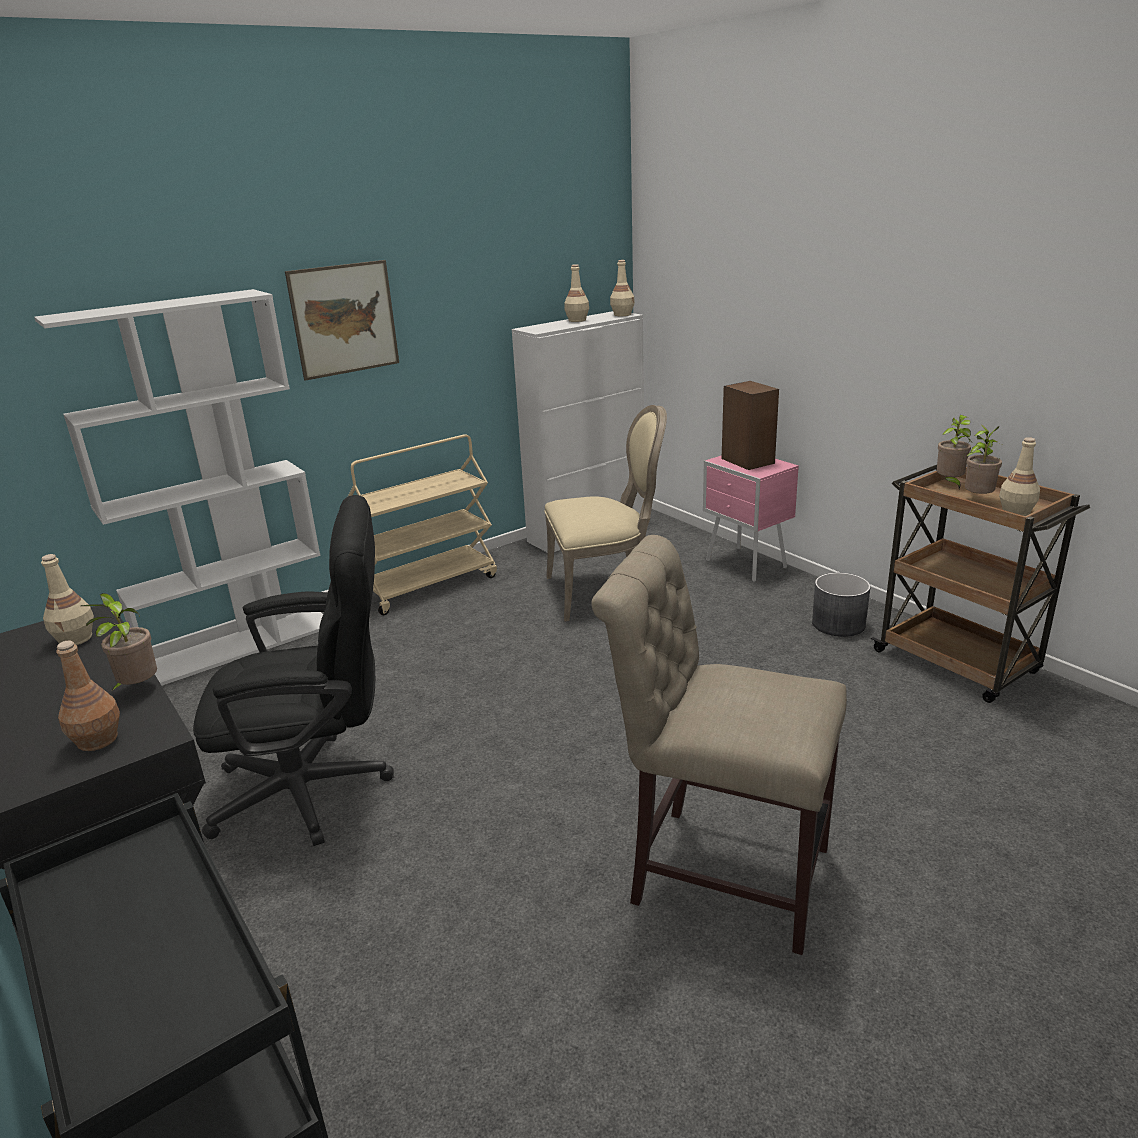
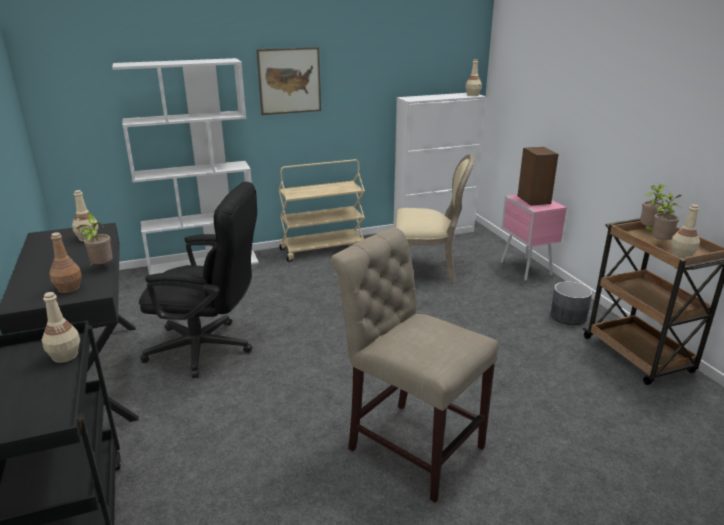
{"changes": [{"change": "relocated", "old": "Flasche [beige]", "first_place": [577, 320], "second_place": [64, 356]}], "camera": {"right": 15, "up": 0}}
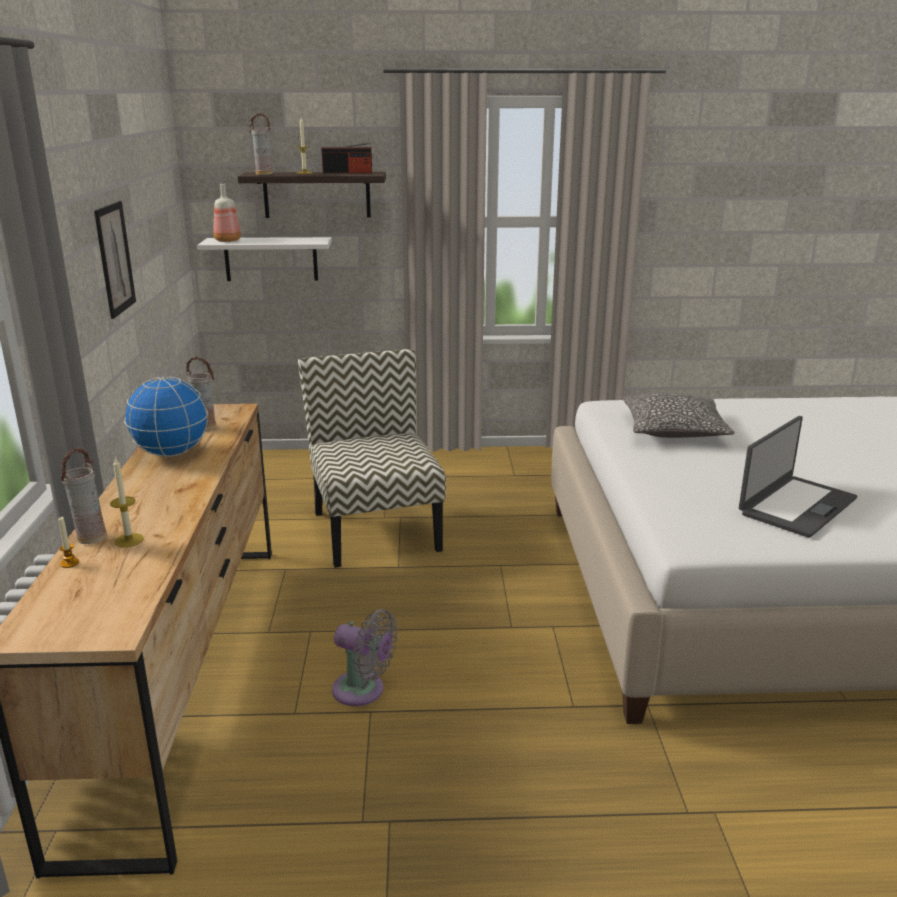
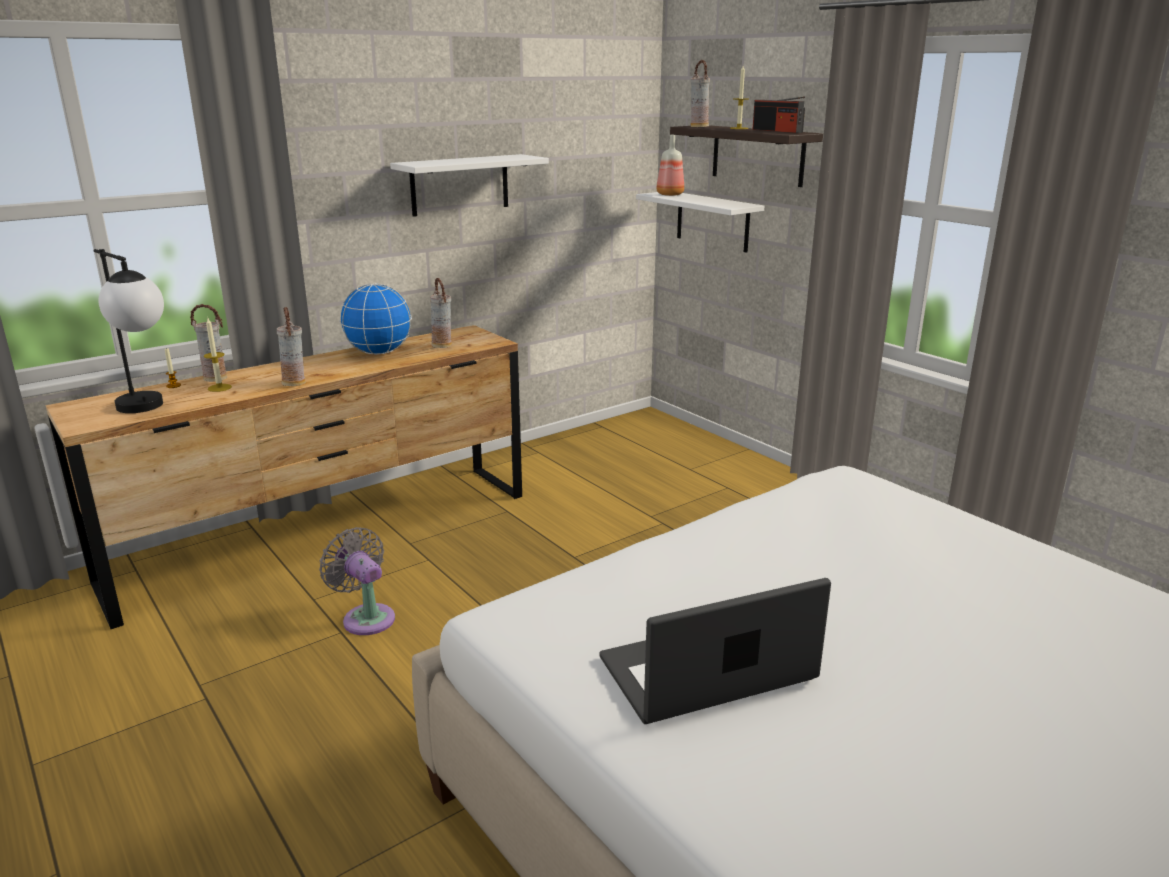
{"changes": [{"change": "exchanged", "old": "Bild", "new": "Wandregal [weiß]", "first_place": [114, 258], "second_place": [460, 185]}, {"change": "missing", "old": "Stuhl", "first_place": [375, 530]}, {"change": "missing", "old": "Kissen", "first_place": [673, 430]}, {"change": "spun", "old": "Laptop", "first_place": [796, 506], "second_place": [708, 672], "degrees": 150}, {"change": "spun", "old": "Ventilator [grau]", "first_place": [363, 691], "second_place": [366, 617], "degrees": 150}, {"change": "appeared", "new": "Tischlampe", "second_place": [148, 409]}, {"change": "appeared", "new": "Vase", "second_place": [295, 383]}], "camera": {"right": 55, "up": 0}}
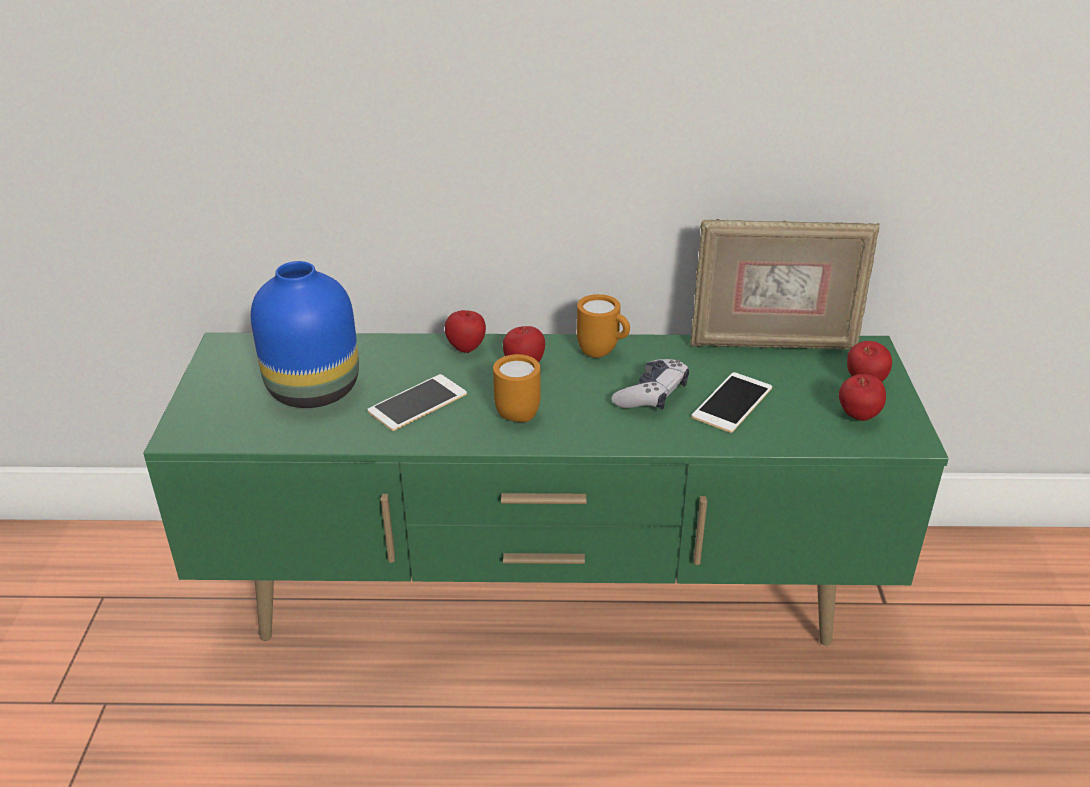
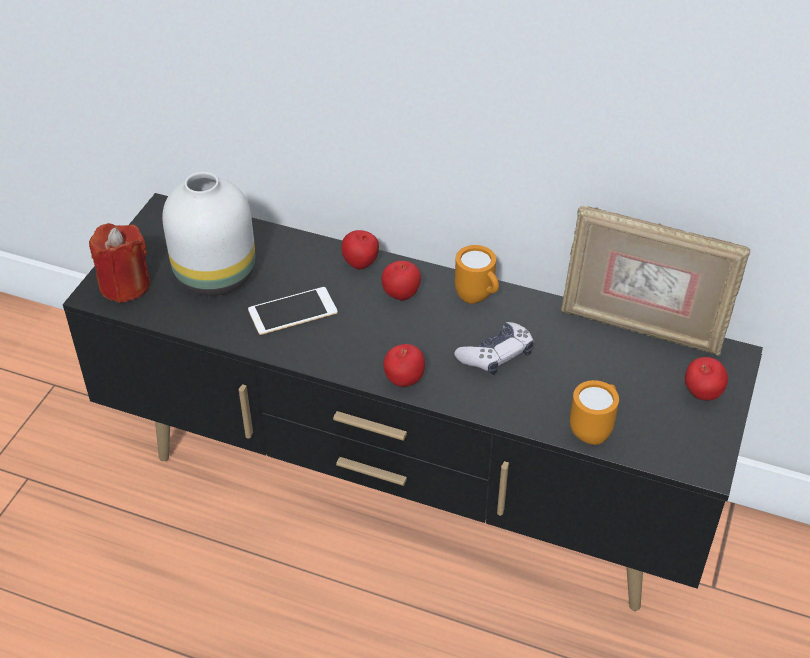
{"changes": [{"change": "colour", "old": "Vase [blau]", "new": "Vase [weiß]", "first_place": [311, 389], "second_place": [214, 274]}, {"change": "colour", "old": "Fernsehschrank [grün]", "new": "Fernsehschrank [schwarz]", "first_place": [547, 597], "second_place": [407, 490]}, {"change": "relocated", "old": "Henkelbecher [orange]", "first_place": [520, 411], "second_place": [593, 430]}, {"change": "missing", "old": "Handy", "first_place": [732, 402]}, {"change": "relocated", "old": "Apfel", "first_place": [857, 417], "second_place": [404, 381]}, {"change": "appeared", "new": "Kerze [rot]", "second_place": [125, 285]}], "camera": {"right": 20, "up": 10}}
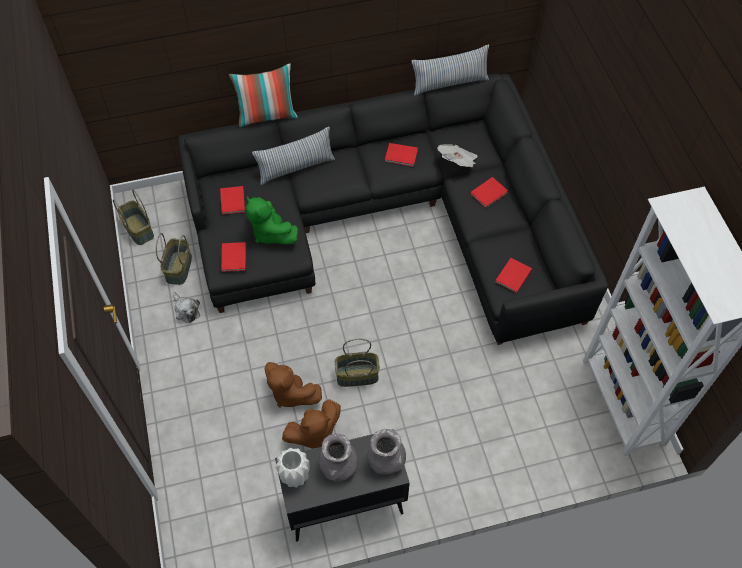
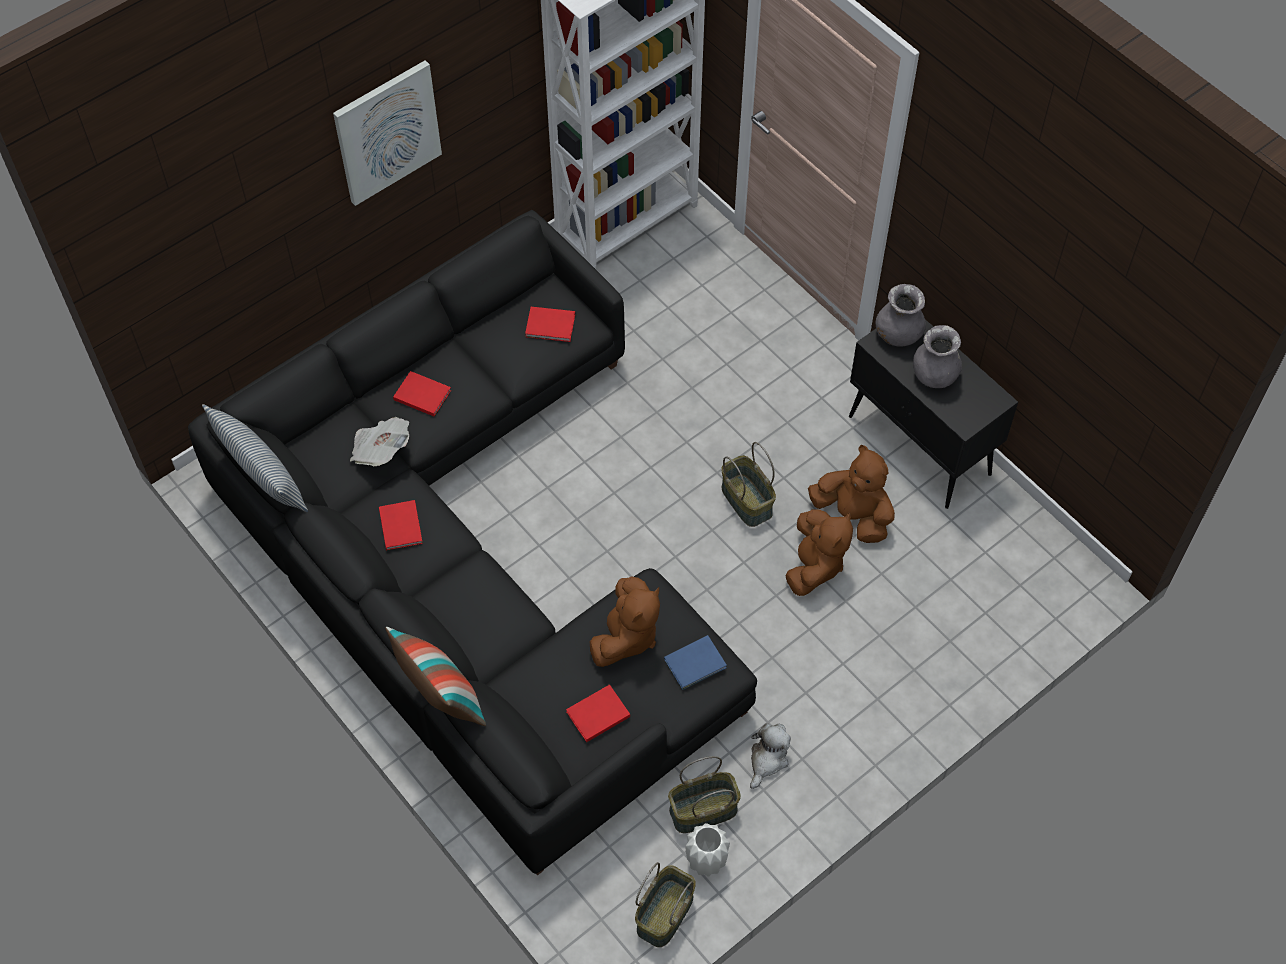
{"changes": [{"change": "missing", "old": "Kissen", "first_place": [296, 167]}, {"change": "colour", "old": "Plüschtier [grün]", "new": "Plüschtier [braun]", "first_place": [271, 232], "second_place": [626, 636]}, {"change": "colour", "old": "Buch [rot]", "new": "Buch [blau]", "first_place": [233, 258], "second_place": [697, 663]}, {"change": "relocated", "old": "Vase [weiß]", "first_place": [295, 476], "second_place": [706, 861]}, {"change": "appeared", "new": "Bild", "second_place": [387, 132]}], "camera": {"right": -115, "up": 0}}
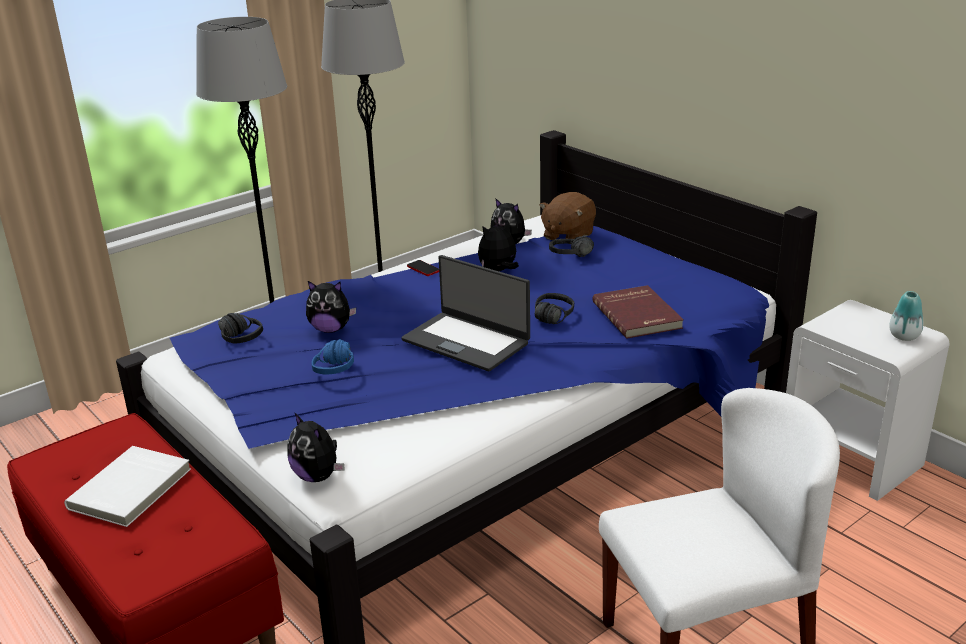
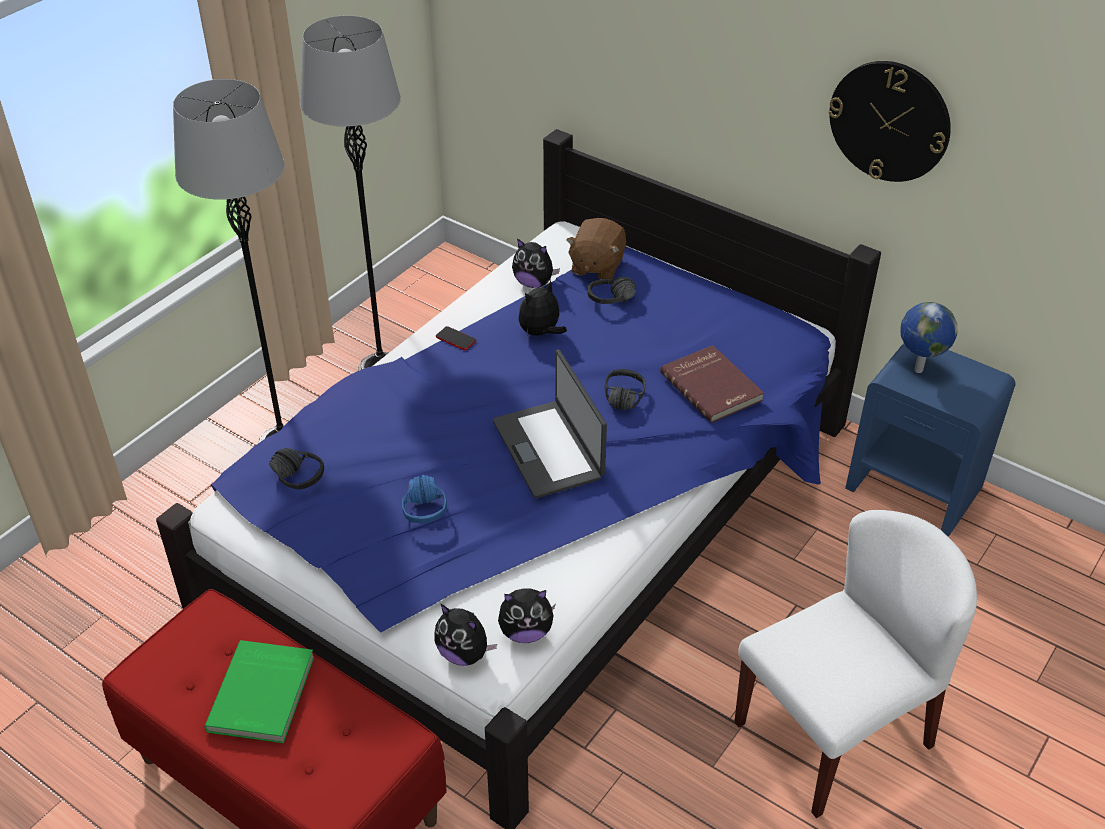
{"changes": [{"change": "spun", "old": "Laptop", "first_place": [466, 341], "second_place": [549, 449], "degrees": 45}, {"change": "relocated", "old": "Plüschtier", "first_place": [331, 329], "second_place": [525, 632]}, {"change": "missing", "old": "Vase", "first_place": [904, 336]}, {"change": "colour", "old": "Nachttisch [weiß]", "new": "Nachttisch [blau]", "first_place": [851, 458], "second_place": [915, 487]}, {"change": "colour", "old": "Buch [weiß]", "new": "Buch [grün]", "first_place": [132, 489], "second_place": [264, 694]}, {"change": "appeared", "new": "Wanduhr", "second_place": [889, 121]}, {"change": "appeared", "new": "Globus", "second_place": [917, 370]}], "camera": {"right": -15, "up": 15}}
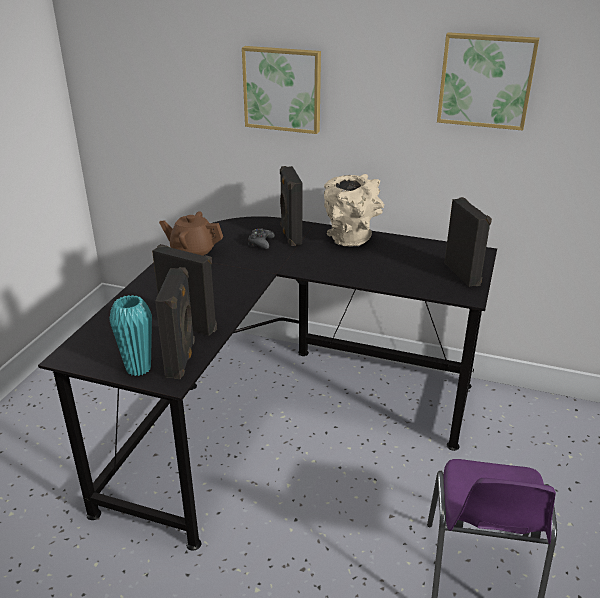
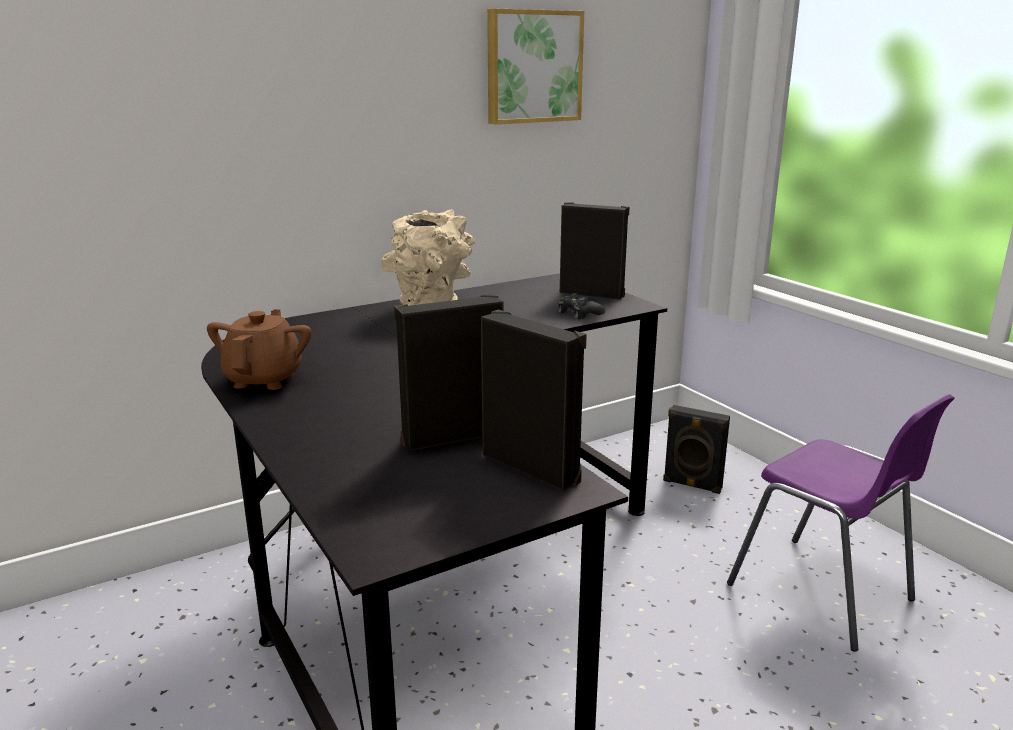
{"changes": [{"change": "missing", "old": "Bild", "first_place": [283, 89]}, {"change": "relocated", "old": "Lautsprecher [schwarz]", "first_place": [290, 235], "second_place": [692, 485]}, {"change": "spun", "old": "Teekanne [braun]", "first_place": [193, 252], "second_place": [265, 379], "degrees": 135}, {"change": "relocated", "old": "Gamepad [schwarz]", "first_place": [261, 243], "second_place": [579, 313]}, {"change": "missing", "old": "Vase [türkis]", "first_place": [138, 368]}], "camera": {"right": -50, "up": -10}}
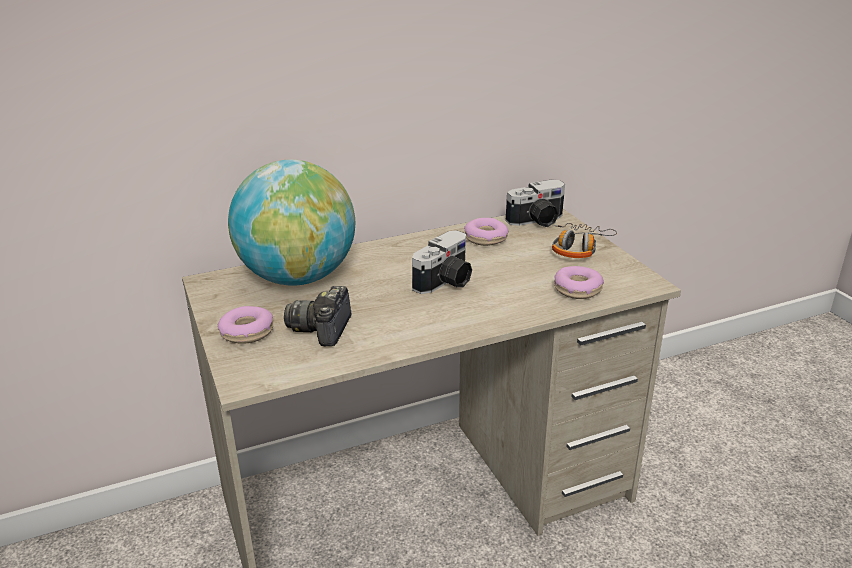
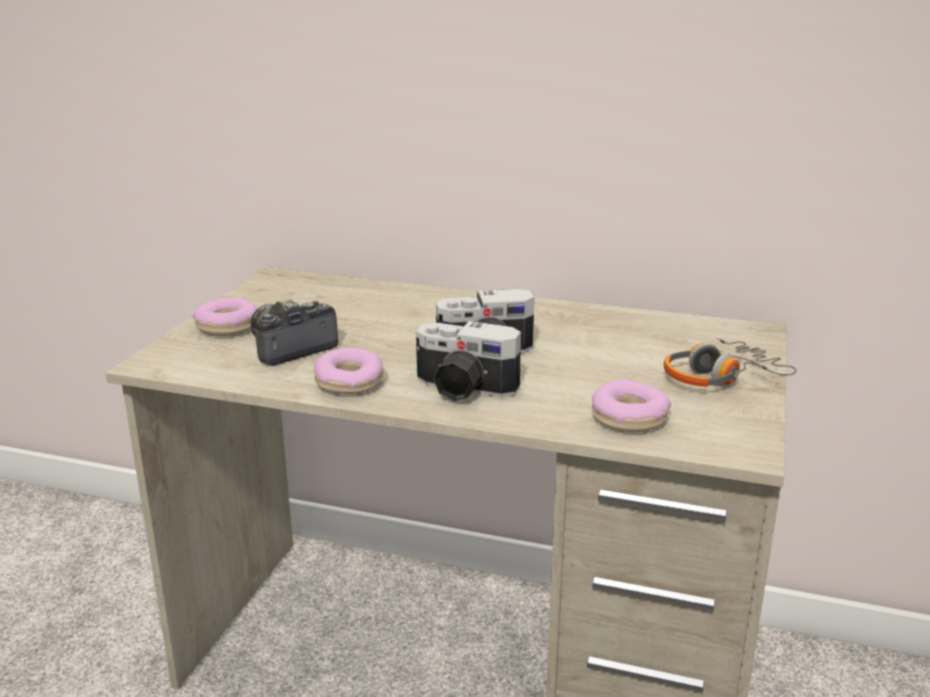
{"changes": [{"change": "missing", "old": "Globus", "first_place": [298, 277]}, {"change": "relocated", "old": "Kamera", "first_place": [538, 221], "second_place": [463, 389]}, {"change": "relocated", "old": "Donut", "first_place": [486, 238], "second_place": [349, 382]}], "camera": {"right": 40, "up": -5}}
